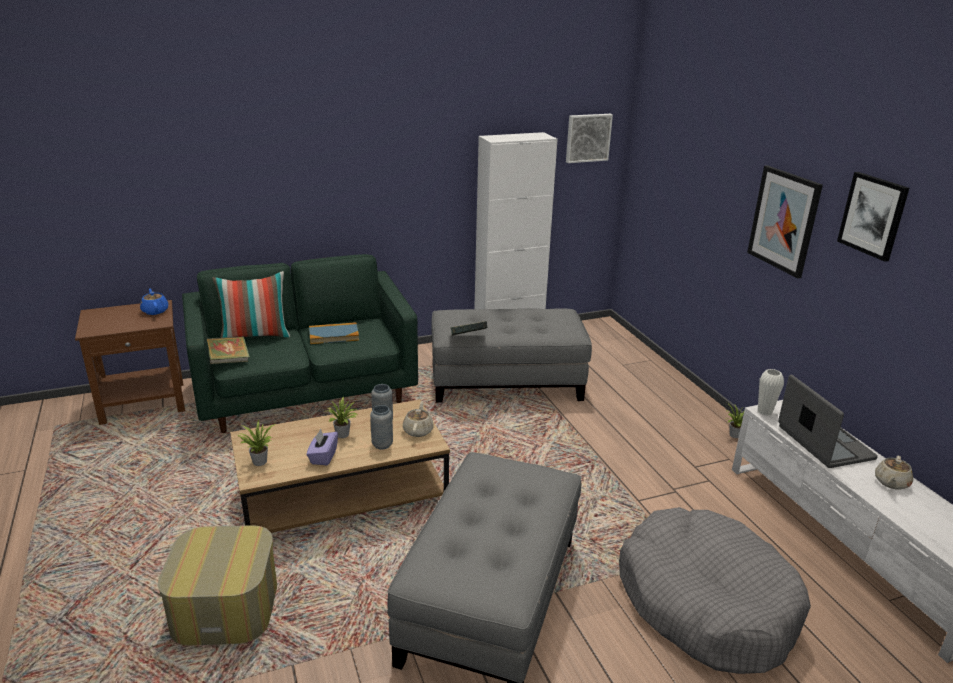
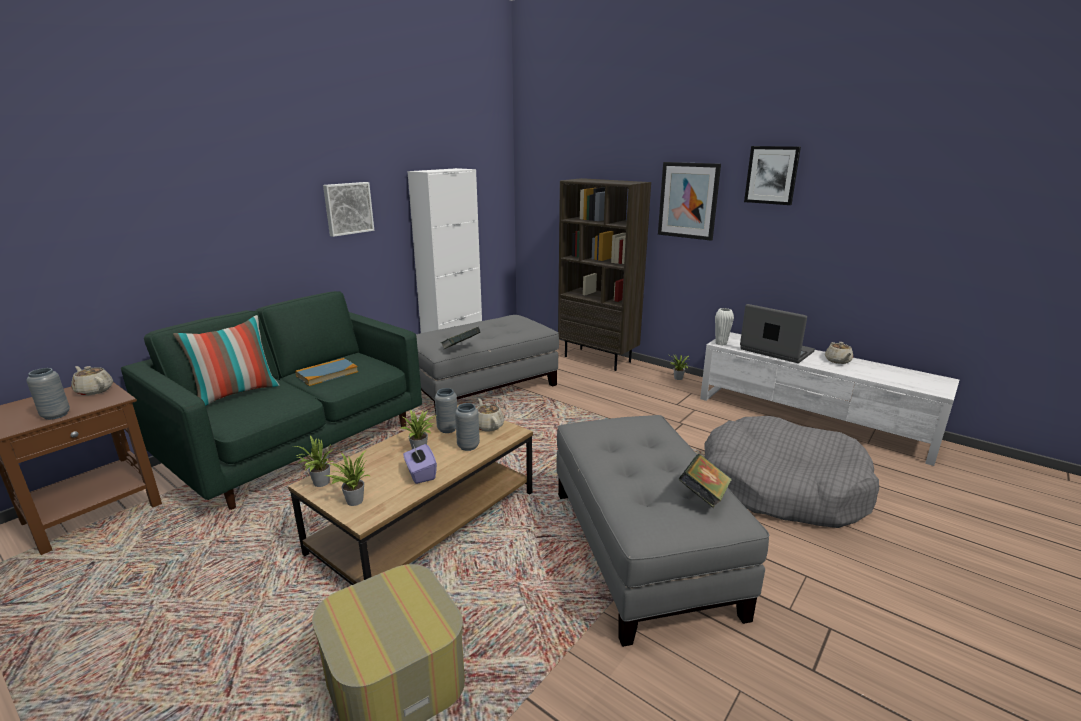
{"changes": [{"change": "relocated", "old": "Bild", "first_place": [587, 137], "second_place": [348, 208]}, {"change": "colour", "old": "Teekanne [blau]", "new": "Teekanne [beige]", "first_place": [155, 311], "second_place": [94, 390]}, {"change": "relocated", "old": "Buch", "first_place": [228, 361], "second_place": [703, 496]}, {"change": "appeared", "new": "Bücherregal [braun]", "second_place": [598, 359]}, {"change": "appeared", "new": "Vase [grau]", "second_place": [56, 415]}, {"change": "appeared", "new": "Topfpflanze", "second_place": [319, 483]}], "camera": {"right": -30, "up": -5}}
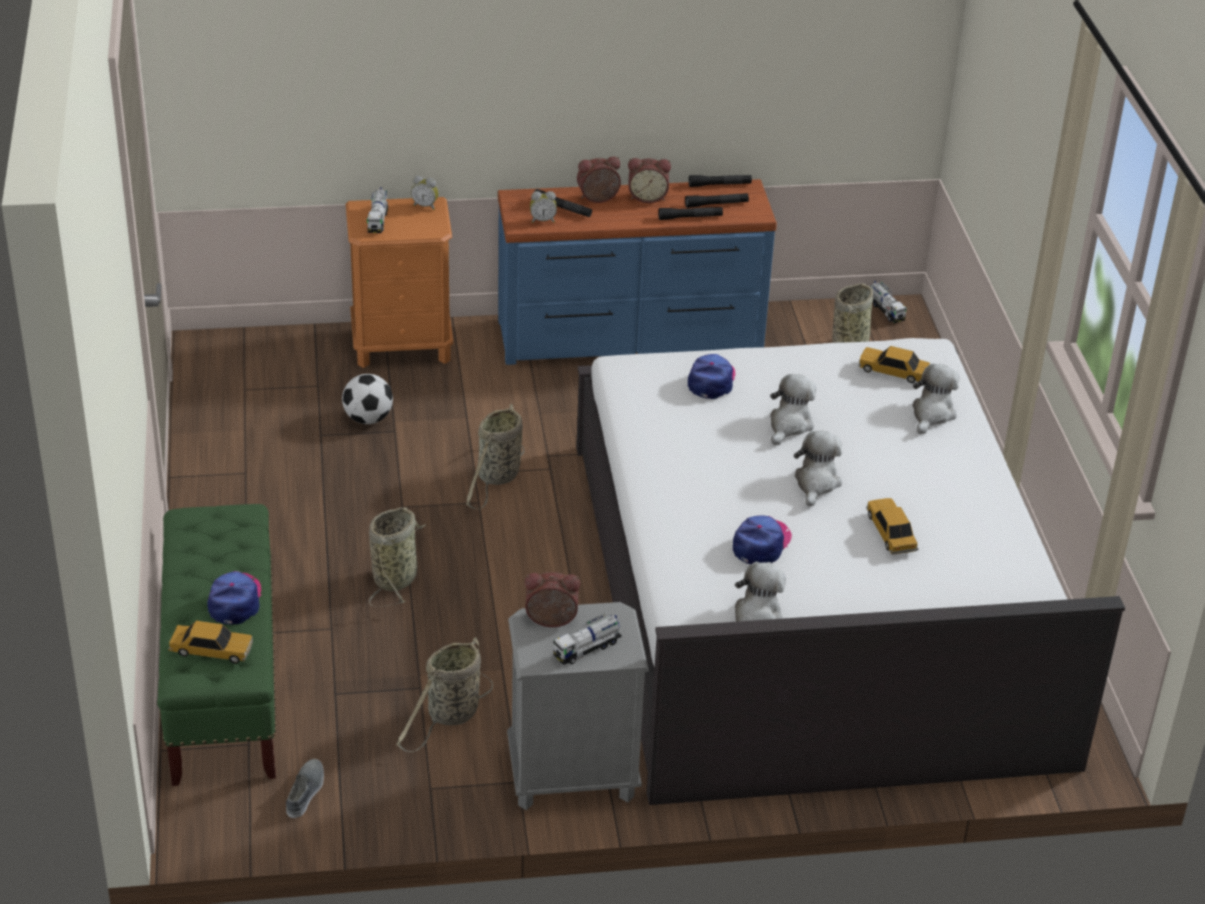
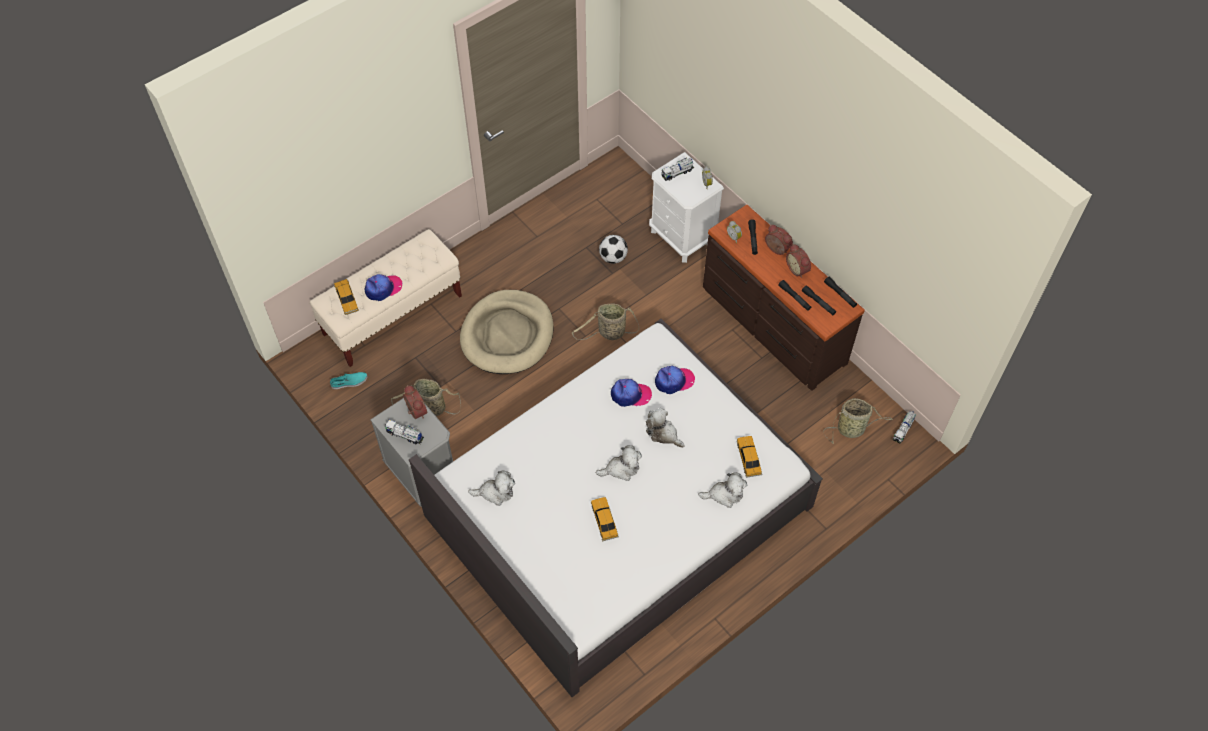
{"changes": [{"change": "colour", "old": "Kommode [blau]", "new": "Kommode [braun]", "first_place": [630, 337], "second_place": [772, 325]}, {"change": "colour", "old": "Nachttisch [orange]", "new": "Nachttisch [weiß]", "first_place": [403, 345], "second_place": [682, 237]}, {"change": "spun", "old": "Plüschtier", "first_place": [789, 425], "second_place": [663, 433], "degrees": -135}, {"change": "spun", "old": "Spielzeugauto", "first_place": [890, 532], "second_place": [604, 521], "degrees": -60}, {"change": "colour", "old": "Bank [grün]", "new": "Bank [beige]", "first_place": [224, 685], "second_place": [393, 315]}, {"change": "exchanged", "old": "Korb", "new": "Hundebett [beige]", "first_place": [396, 577], "second_place": [507, 335]}, {"change": "relocated", "old": "Kappe", "first_place": [761, 544], "second_place": [630, 395]}, {"change": "colour", "old": "Schuh [grau]", "new": "Schuh [türkis]", "first_place": [305, 791], "second_place": [349, 382]}], "camera": {"right": 60, "up": 20}}
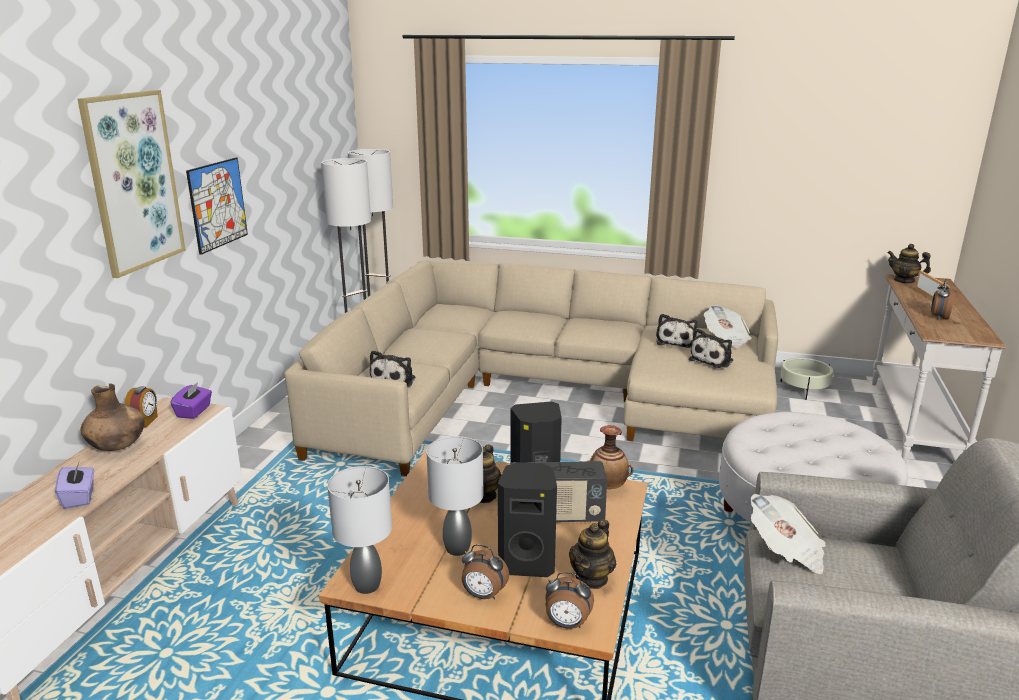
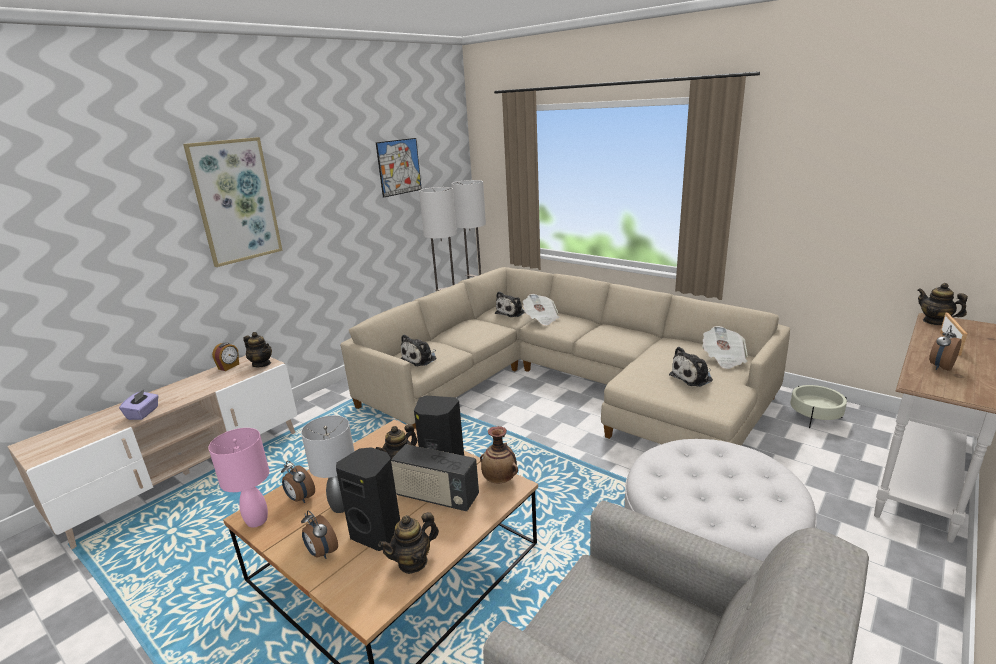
{"changes": [{"change": "relocated", "old": "Bild", "first_place": [218, 204], "second_place": [399, 167]}, {"change": "relocated", "old": "Plüschtier", "first_place": [676, 341], "second_place": [511, 312]}, {"change": "exchanged", "old": "Taschentuchbox [lila]", "new": "Teekanne", "first_place": [194, 411], "second_place": [261, 364]}, {"change": "missing", "old": "Vase [braun]", "first_place": [118, 446]}, {"change": "colour", "old": "Tischlampe [grau]", "new": "Tischlampe [rosa]", "first_place": [367, 585], "second_place": [258, 520]}, {"change": "relocated", "old": "Zeitung", "first_place": [786, 551], "second_place": [541, 319]}, {"change": "relocated", "old": "Wecker", "first_place": [567, 624], "second_place": [300, 499]}], "camera": {"right": 25, "up": 0}}
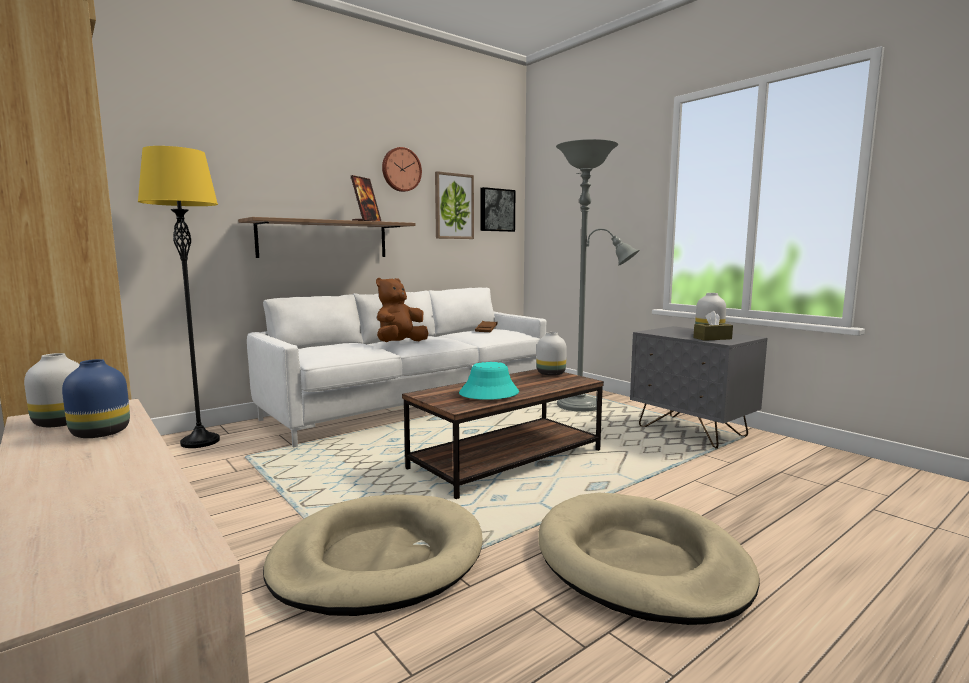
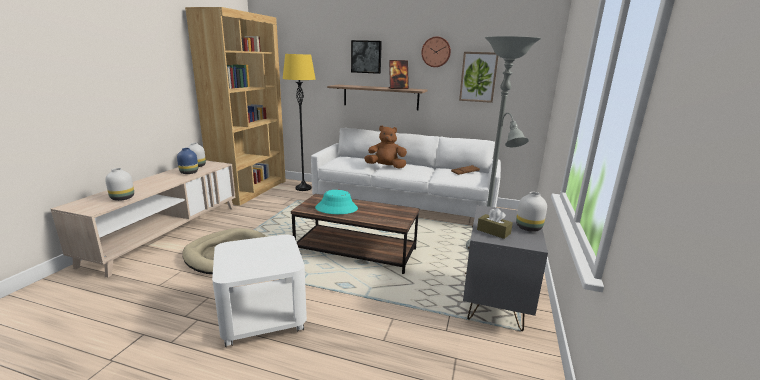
{"changes": [{"change": "relocated", "old": "Bild", "first_place": [496, 210], "second_place": [366, 57]}, {"change": "relocated", "old": "Vase [weiß]", "first_place": [550, 374], "second_place": [122, 198]}, {"change": "exchanged", "old": "Hundebett [beige]", "new": "Beistelltisch [weiß]", "first_place": [640, 562], "second_place": [263, 317]}], "camera": {"right": 55, "up": 10}}
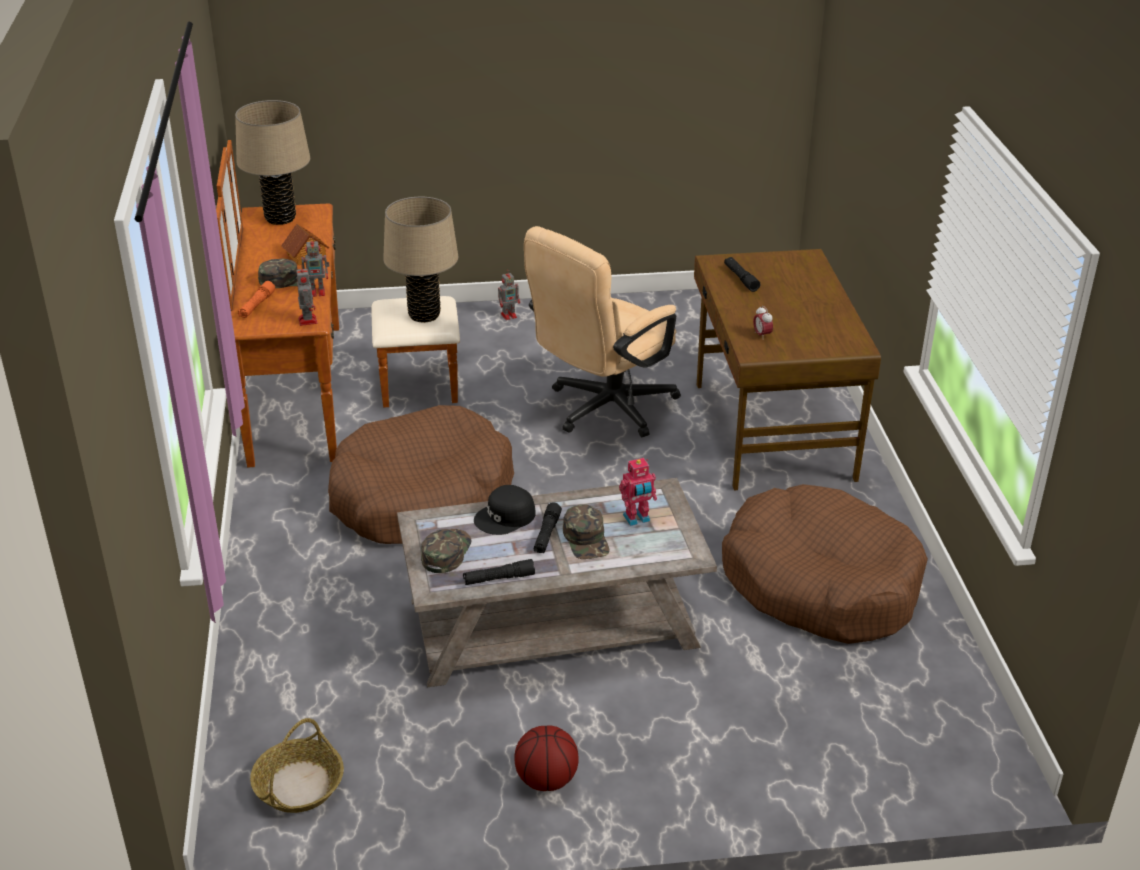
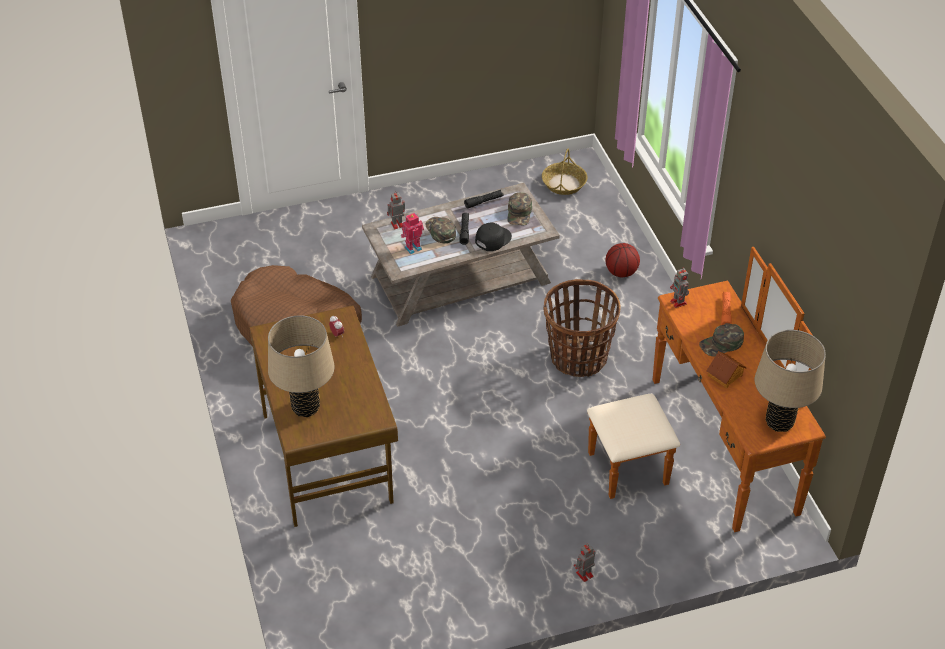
{"changes": [{"change": "relocated", "old": "Tischlampe [beige]", "first_place": [424, 315], "second_place": [305, 407]}, {"change": "missing", "old": "Bürostuhl [beige]", "first_place": [602, 410]}, {"change": "relocated", "old": "Spielzeugroboter", "first_place": [318, 292], "second_place": [396, 224]}, {"change": "missing", "old": "Taschenlampe [schwarz]", "first_place": [741, 278]}, {"change": "exchanged", "old": "Hundebett [braun]", "new": "Korb", "first_place": [421, 496], "second_place": [578, 358]}, {"change": "relocated", "old": "Basketball", "first_place": [546, 779], "second_place": [621, 272]}], "camera": {"right": 170, "up": 10}}
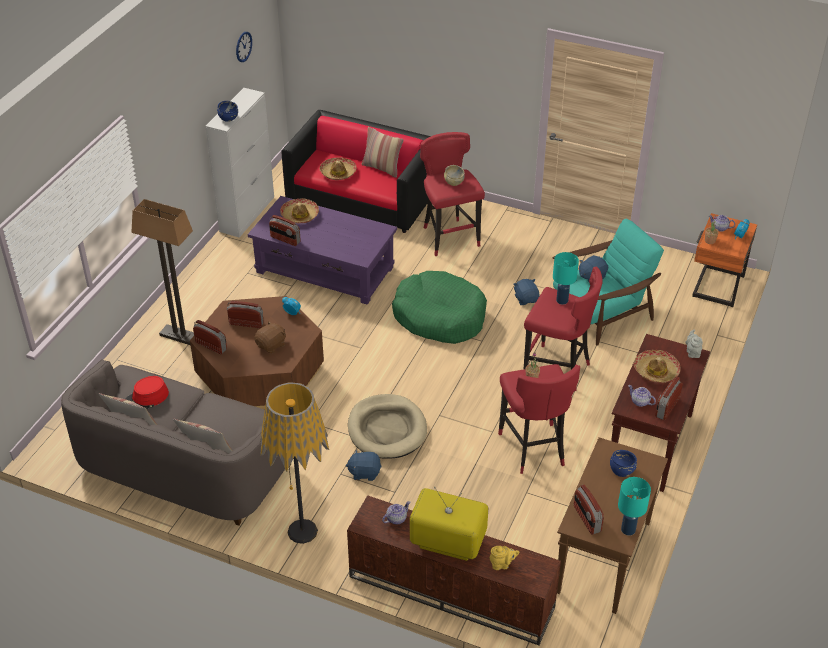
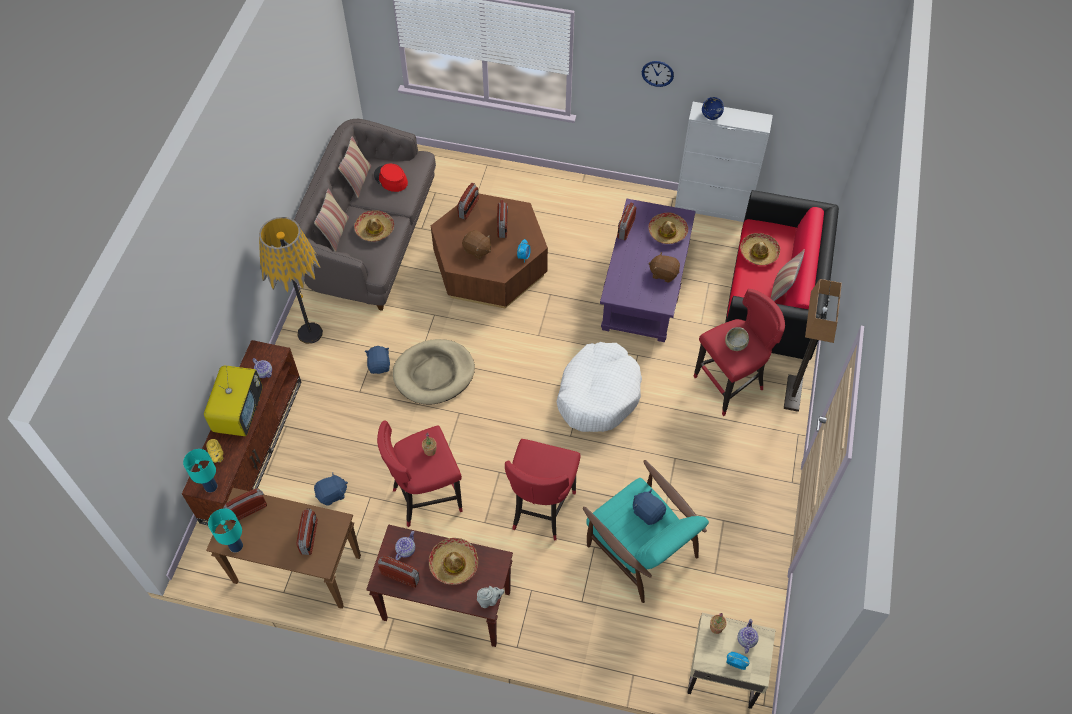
{"changes": [{"change": "relocated", "old": "Wanduhr", "first_place": [243, 46], "second_place": [657, 73]}, {"change": "relocated", "old": "Stehlampe", "first_place": [180, 336], "second_place": [793, 394]}, {"change": "colour", "old": "Nachttisch [orange]", "new": "Nachttisch [beige]", "first_place": [716, 286], "second_place": [722, 674]}, {"change": "relocated", "old": "Tischlampe [türkis]", "first_place": [562, 300], "second_place": [211, 486]}, {"change": "colour", "old": "Hundebett [grün]", "new": "Hundebett [weiß]", "first_place": [439, 317], "second_place": [598, 394]}, {"change": "relocated", "old": "Plüschtier [blau]", "first_place": [526, 299], "second_place": [332, 494]}, {"change": "exchanged", "old": "Schüssel [blau]", "new": "Radio", "first_place": [622, 470], "second_place": [309, 537]}, {"change": "appeared", "new": "Hut", "second_place": [375, 229]}, {"change": "appeared", "new": "Plüschtier [braun]", "second_place": [663, 273]}], "camera": {"right": 80, "up": 15}}
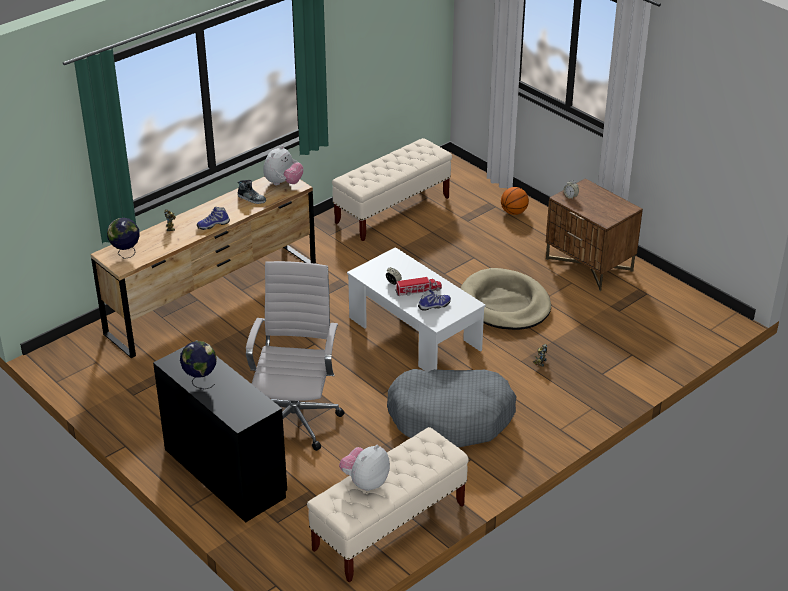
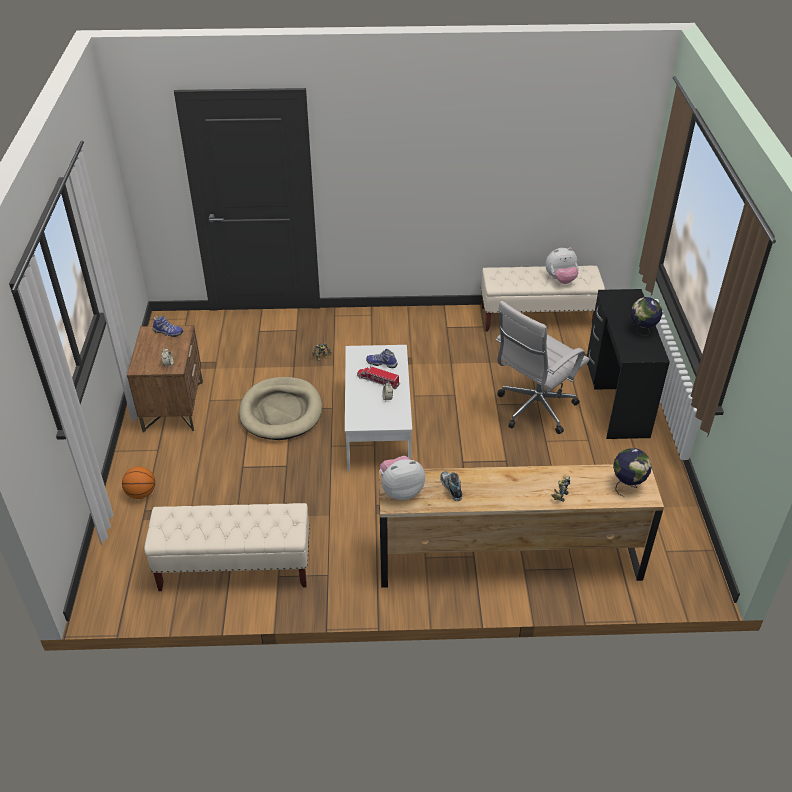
{"changes": [{"change": "relocated", "old": "Schuh", "first_place": [213, 224], "second_place": [168, 332]}, {"change": "missing", "old": "Hundebett [grau]", "first_place": [451, 417]}], "camera": {"right": -140, "up": 5}}
